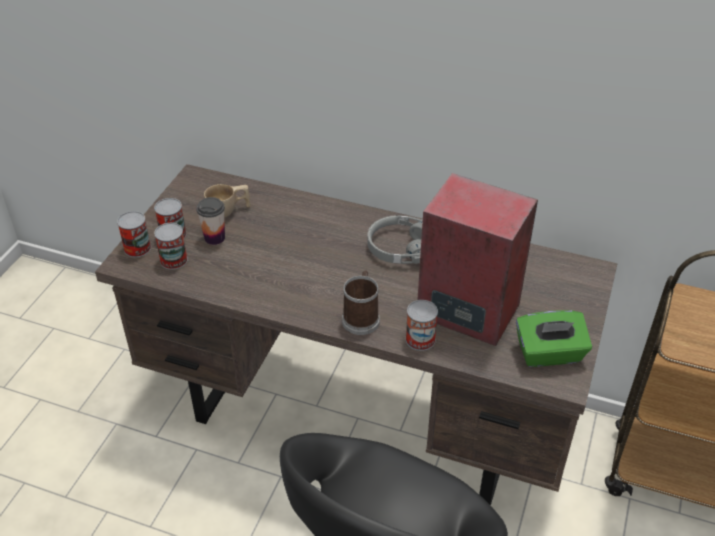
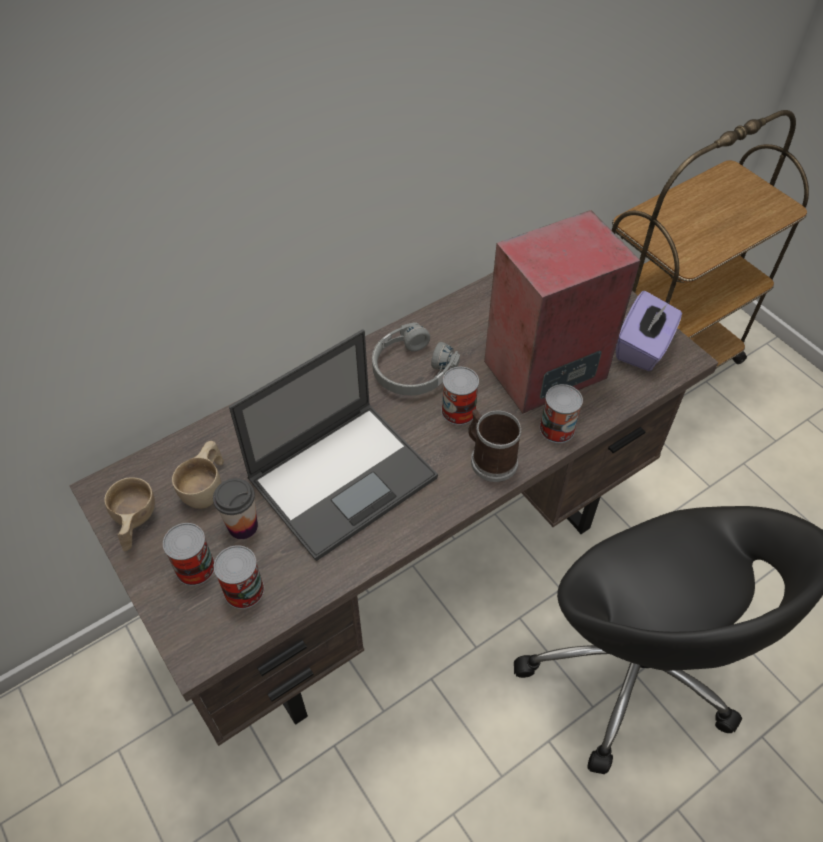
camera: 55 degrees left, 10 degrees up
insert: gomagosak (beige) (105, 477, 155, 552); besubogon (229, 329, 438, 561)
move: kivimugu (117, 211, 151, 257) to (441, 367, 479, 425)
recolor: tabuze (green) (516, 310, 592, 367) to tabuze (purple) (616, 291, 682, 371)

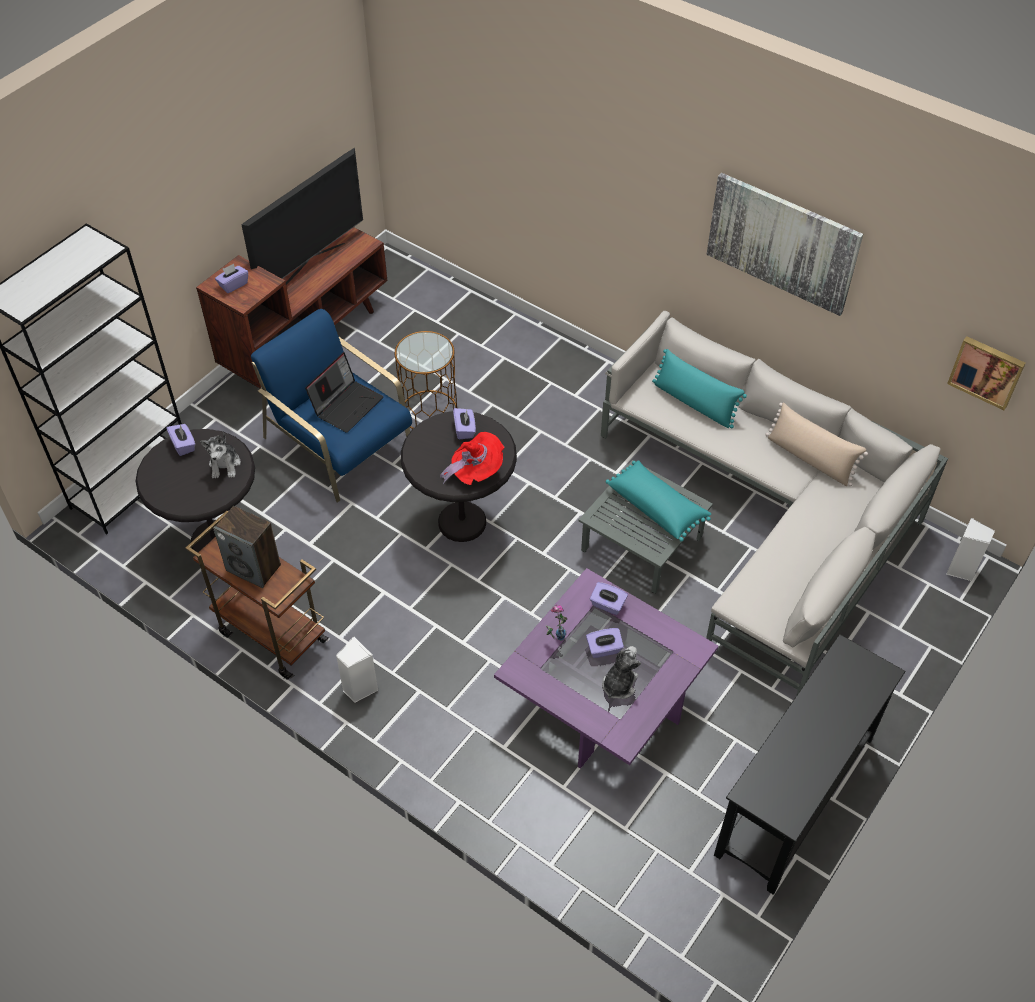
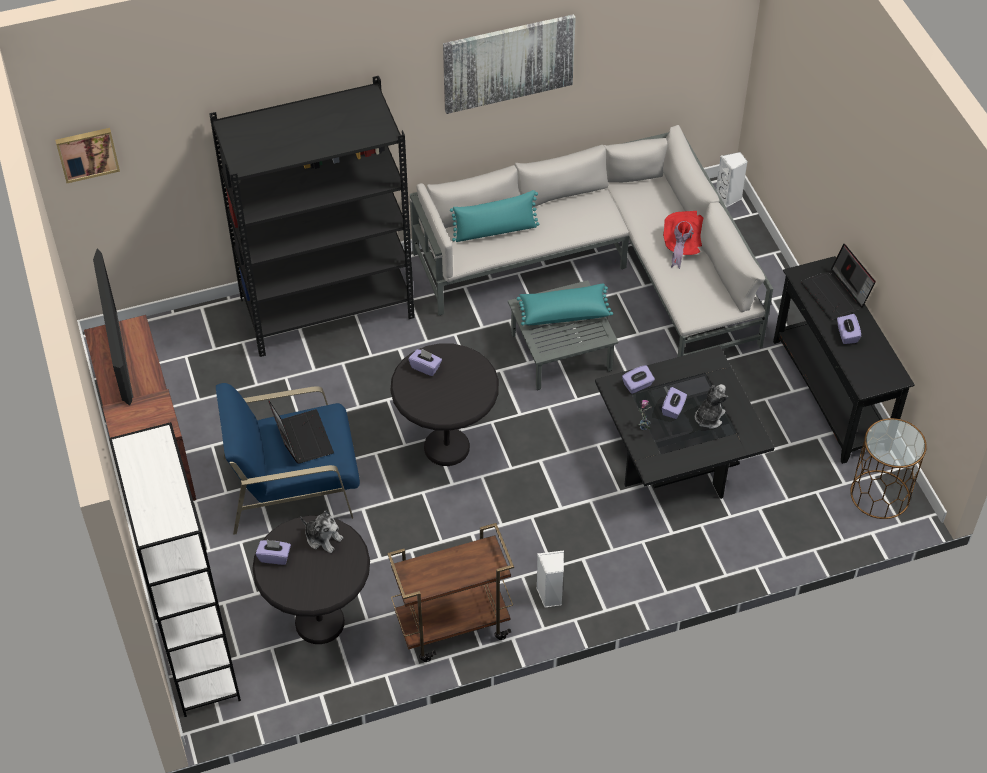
camera: 55 degrees left, 0 degrees up
delete: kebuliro (213, 506, 281, 588); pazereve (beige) (765, 402, 868, 486)
insert: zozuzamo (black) (209, 76, 415, 357); besubogon (801, 244, 876, 320)
move: tabuze (purple) (215, 263, 248, 293) to (837, 314, 861, 344); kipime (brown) (395, 331, 457, 429) to (850, 418, 927, 519); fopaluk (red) (440, 432, 505, 485) to (663, 211, 704, 269); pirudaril (947, 336, 1026, 410) to (55, 128, 120, 183)
recolor: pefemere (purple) (494, 568, 718, 769) to pefemere (black) (595, 346, 775, 499)
rotate: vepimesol (602, 646, 641, 699) = (695, 384, 728, 429) 60 degrees clockwise

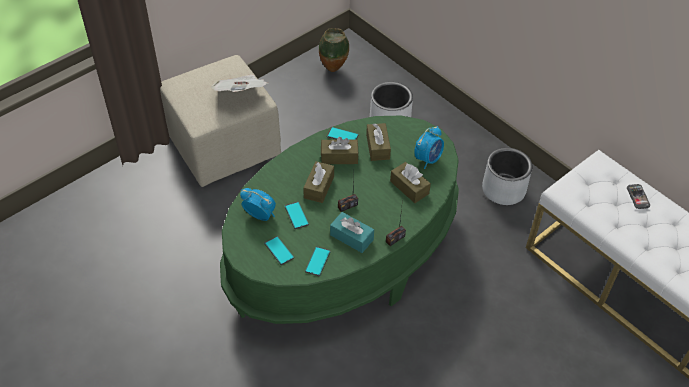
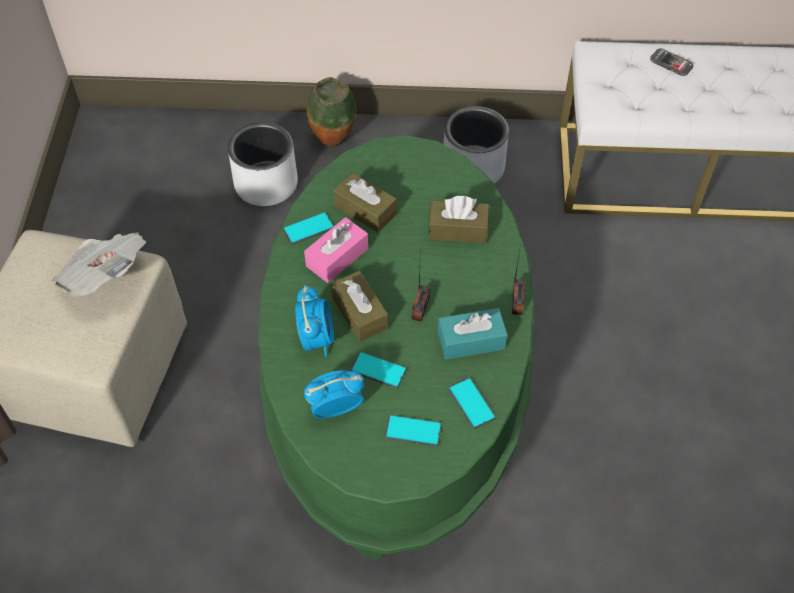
camera: 45 degrees left, 5 degrees up
move: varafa (319, 28, 349, 72) to (307, 77, 356, 147); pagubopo (414, 126, 444, 169) to (295, 285, 334, 357)
recolor: tabuze (brown) (321, 137, 359, 164) to tabuze (pink) (304, 217, 368, 283)

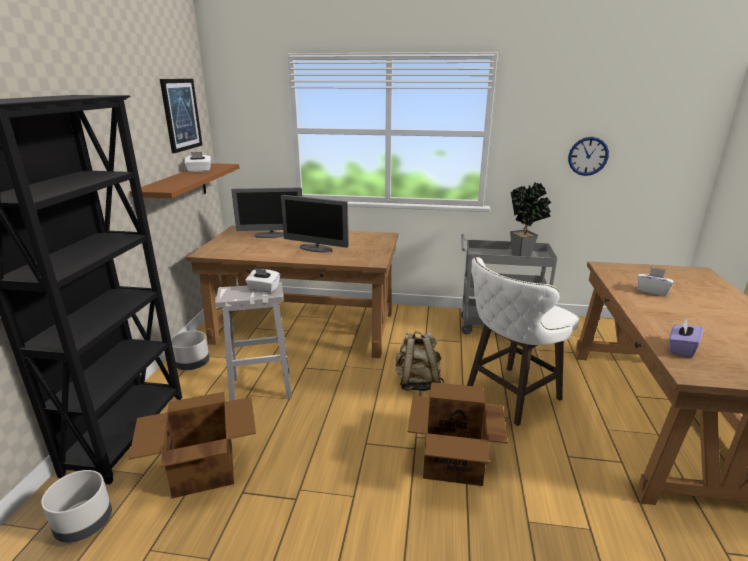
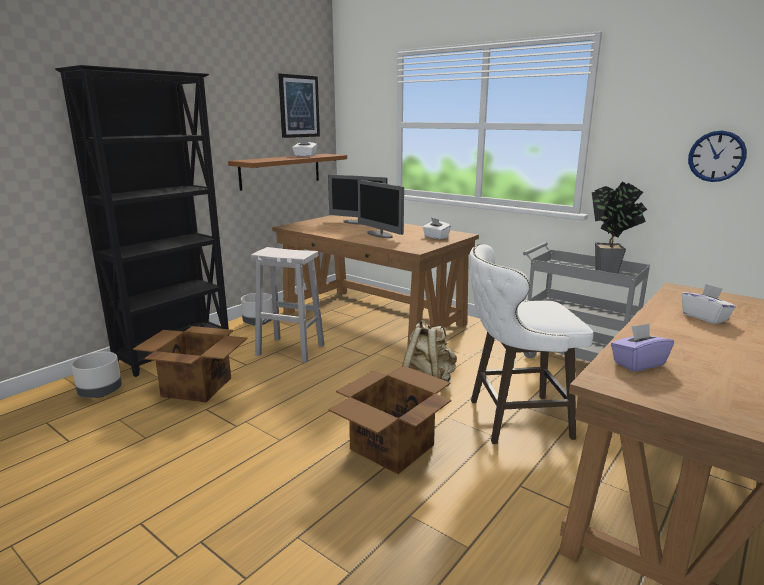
camera: 30 degrees right, 5 degrees down
move: tabuze (white) (245, 268, 280, 293) to (422, 218, 451, 239)

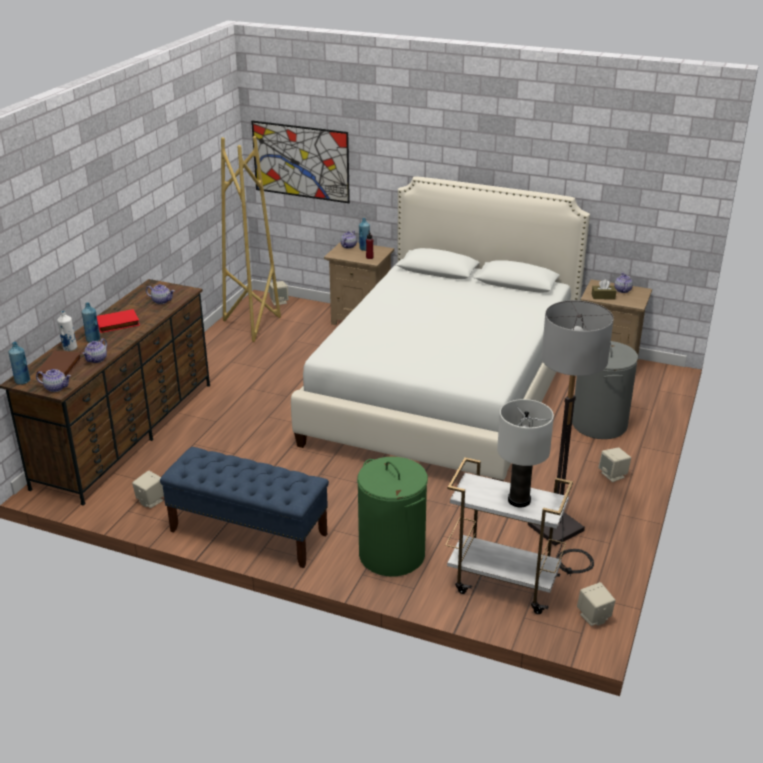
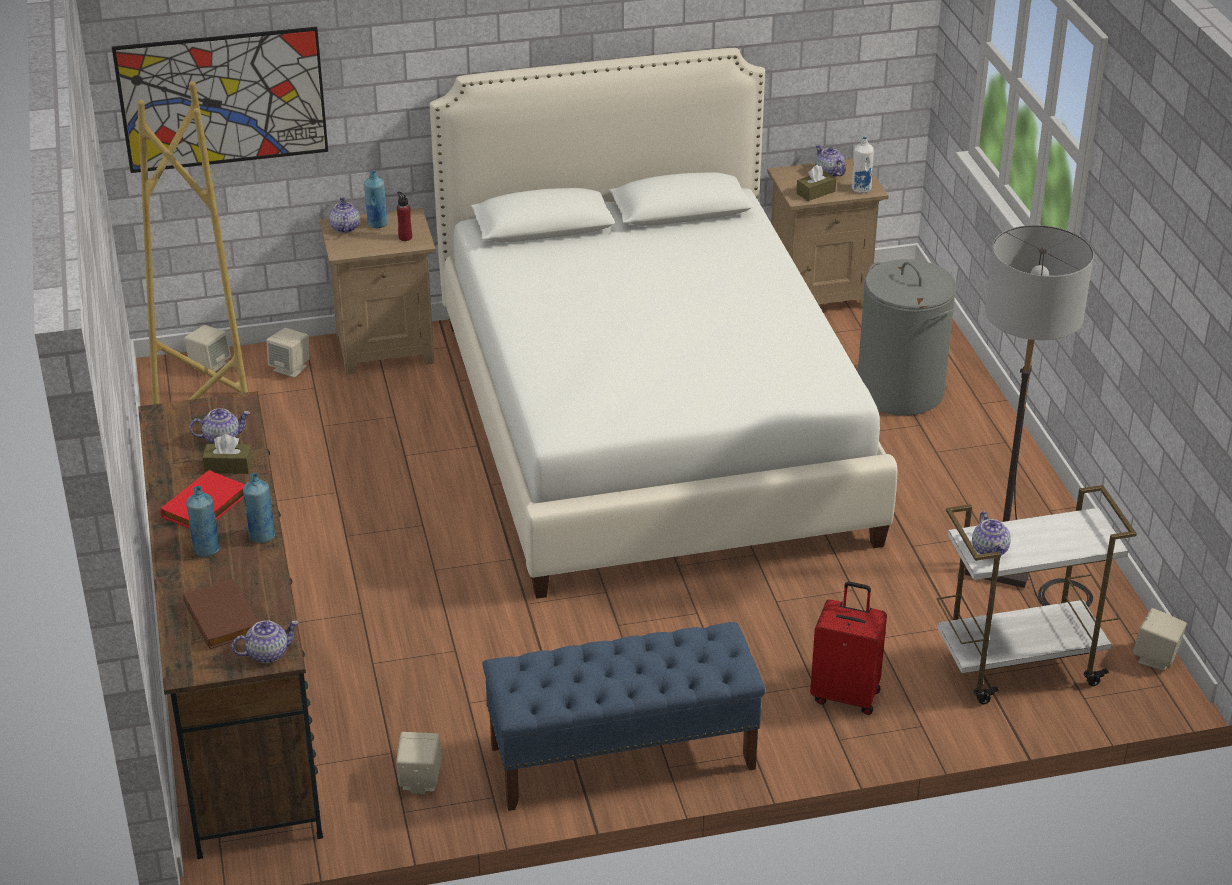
camera: 35 degrees left, 5 degrees up
delete: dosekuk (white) (497, 399, 554, 507)
insert: tabuze (brown) (202, 434, 253, 474)
move: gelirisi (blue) (9, 342, 30, 385) to (243, 473, 276, 543); gelirisi (white) (57, 311, 77, 351) to (852, 137, 874, 193); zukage (82, 338, 107, 363) to (972, 512, 1011, 557); kebuliro (beige) (598, 447, 631, 482) to (267, 328, 310, 378)
replace: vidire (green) (357, 457, 428, 576) to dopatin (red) (810, 581, 887, 715)

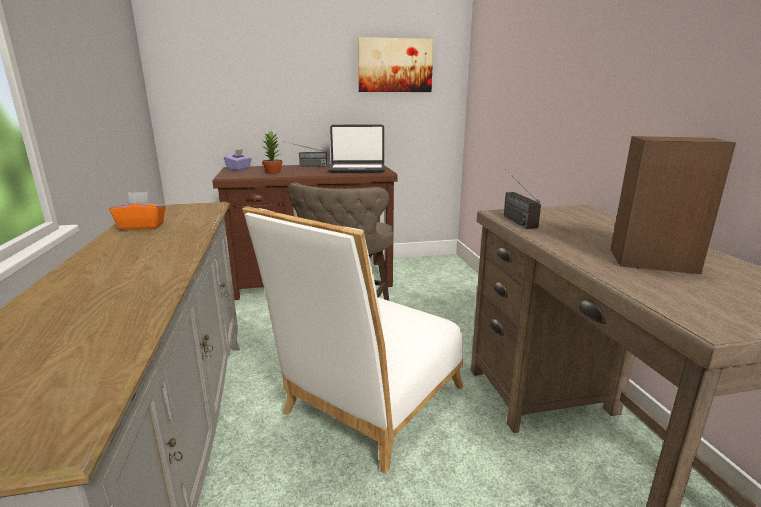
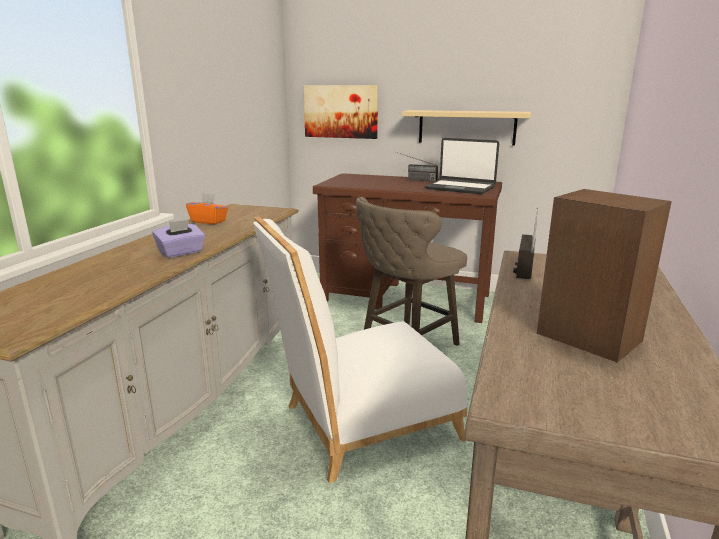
camera: 30 degrees right, 0 degrees up
delete: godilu (262, 132, 282, 174)
insert: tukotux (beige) (402, 110, 531, 146)
move: tabuze (purple) (224, 149, 252, 171) to (152, 219, 205, 258); pirudaril (358, 37, 433, 92) to (303, 85, 378, 139)

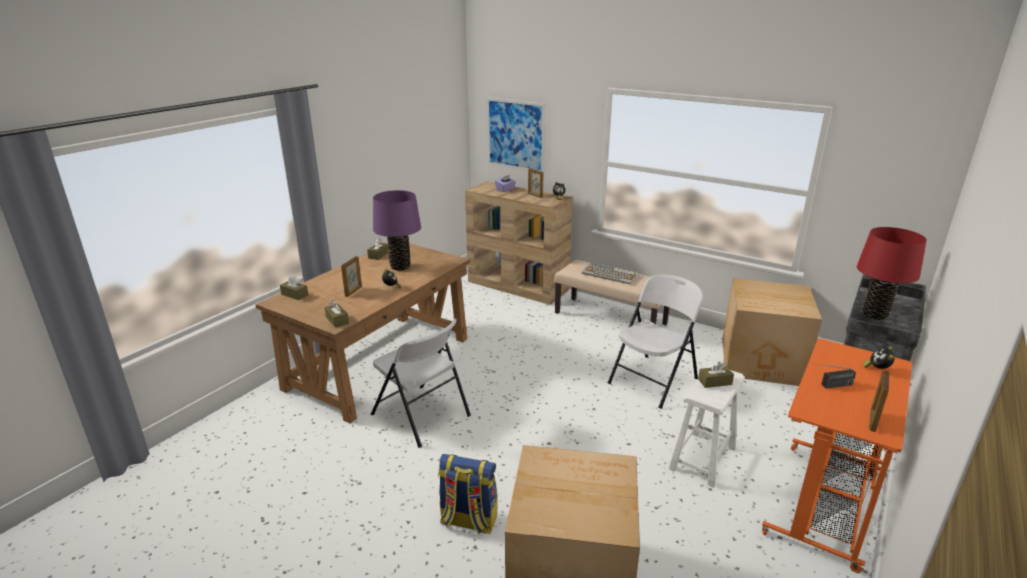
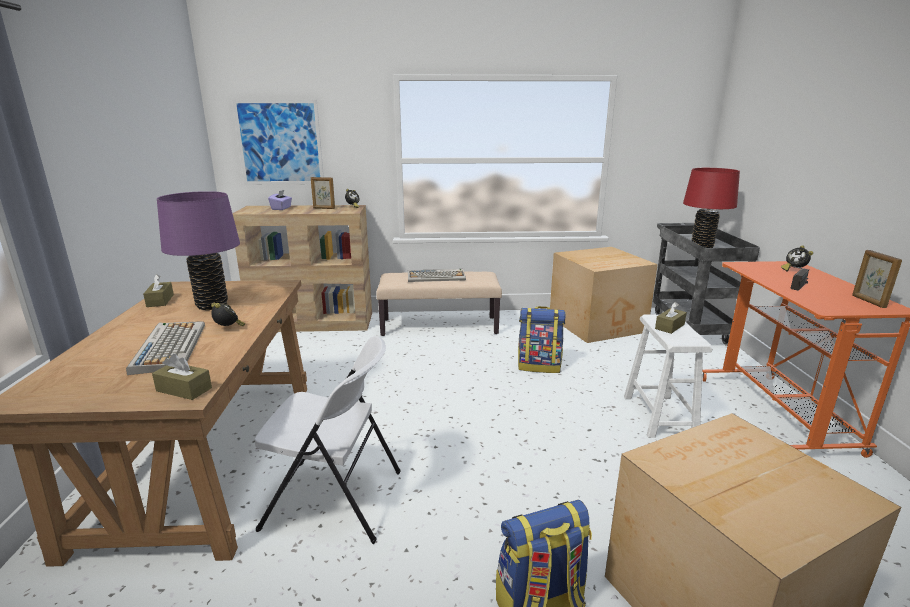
camera: 35 degrees left, 5 degrees down
delete: tabuze (brown) (280, 275, 309, 300)
replace: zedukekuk (341, 256, 362, 297) to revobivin (126, 321, 205, 375); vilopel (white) (607, 275, 703, 409) to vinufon (518, 306, 566, 373)

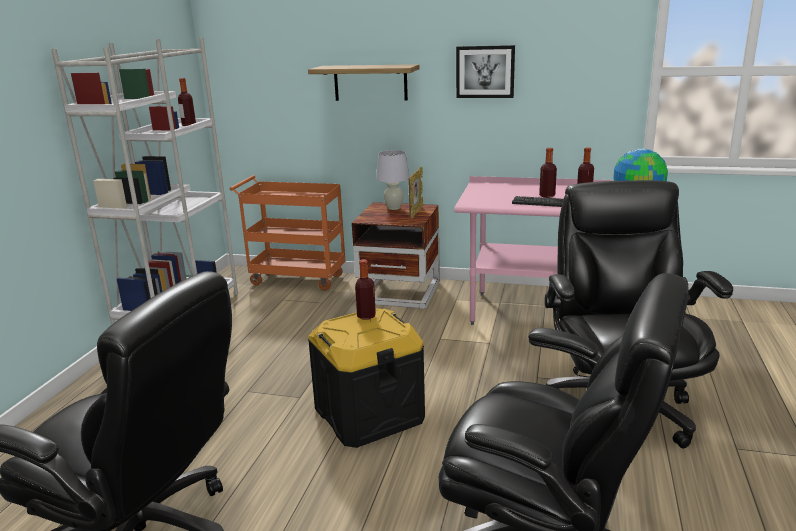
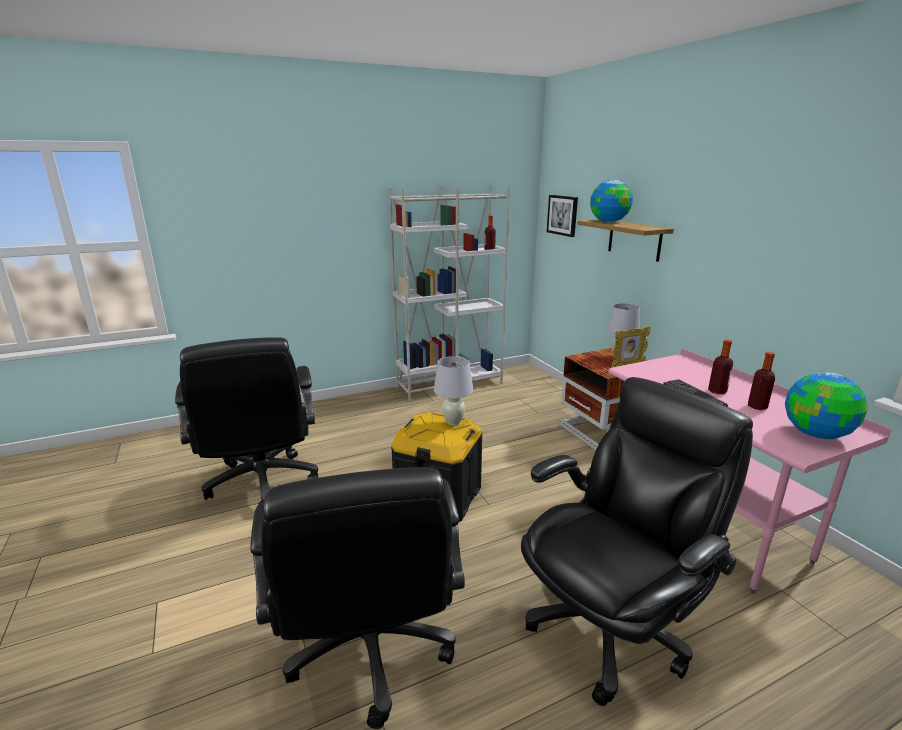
camera: 50 degrees right, 0 degrees up
delete: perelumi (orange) (229, 175, 345, 290)
insert: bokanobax (590, 180, 633, 223)
move: pirudaril (456, 45, 515, 98) to (547, 195, 578, 237)
replace: gelirisi (355, 259, 376, 319) to dosekuk (white) (434, 356, 473, 425)

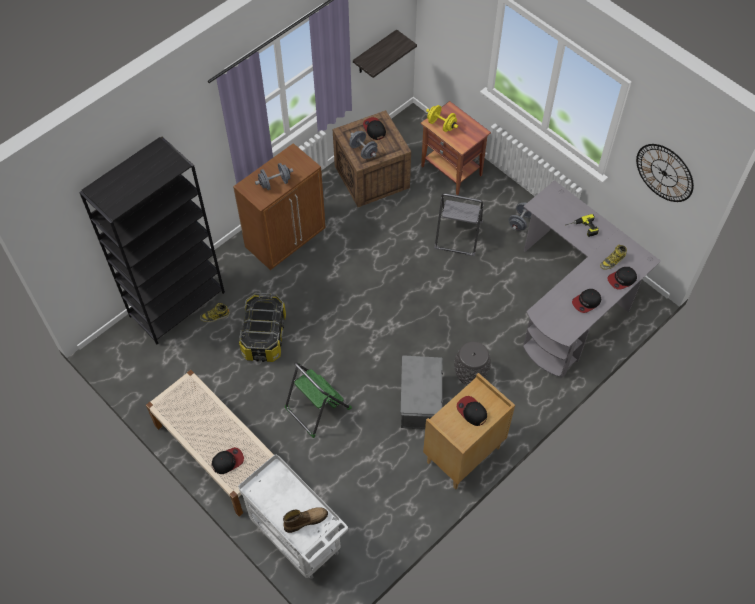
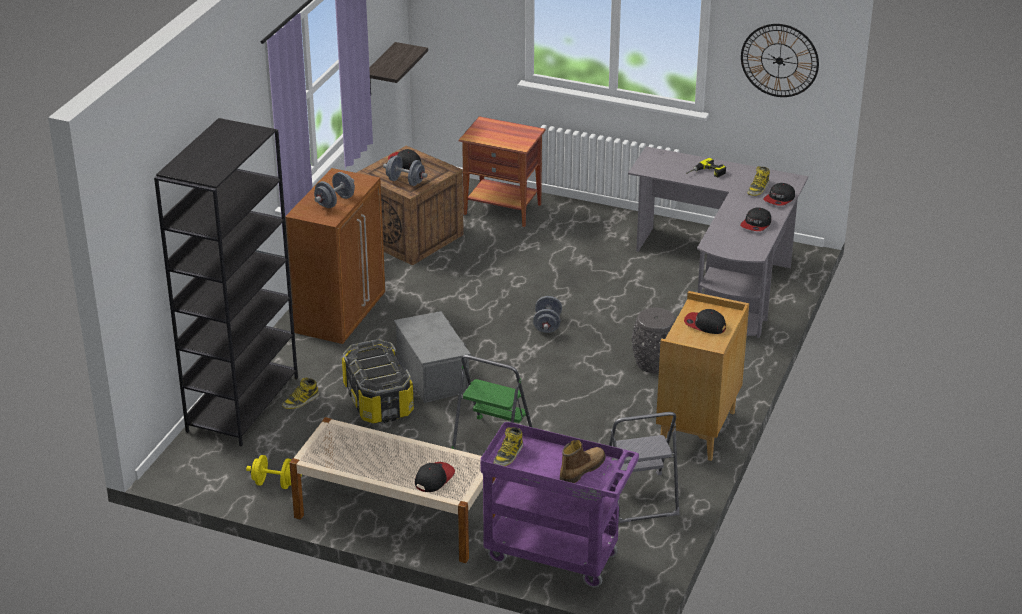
camera: 25 degrees left, 25 degrees down
insert: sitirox (493, 427, 523, 466)
move: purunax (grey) (400, 355, 443, 429) to (394, 311, 471, 403); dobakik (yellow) (426, 105, 458, 132) to (246, 455, 302, 489); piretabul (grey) (434, 193, 484, 256) to (609, 412, 679, 523); dobakik (grey) (508, 202, 532, 231) to (533, 296, 562, 333)
recolor: perelumi (white) (238, 455, 348, 579) to perelumi (purple) (480, 422, 639, 587)

